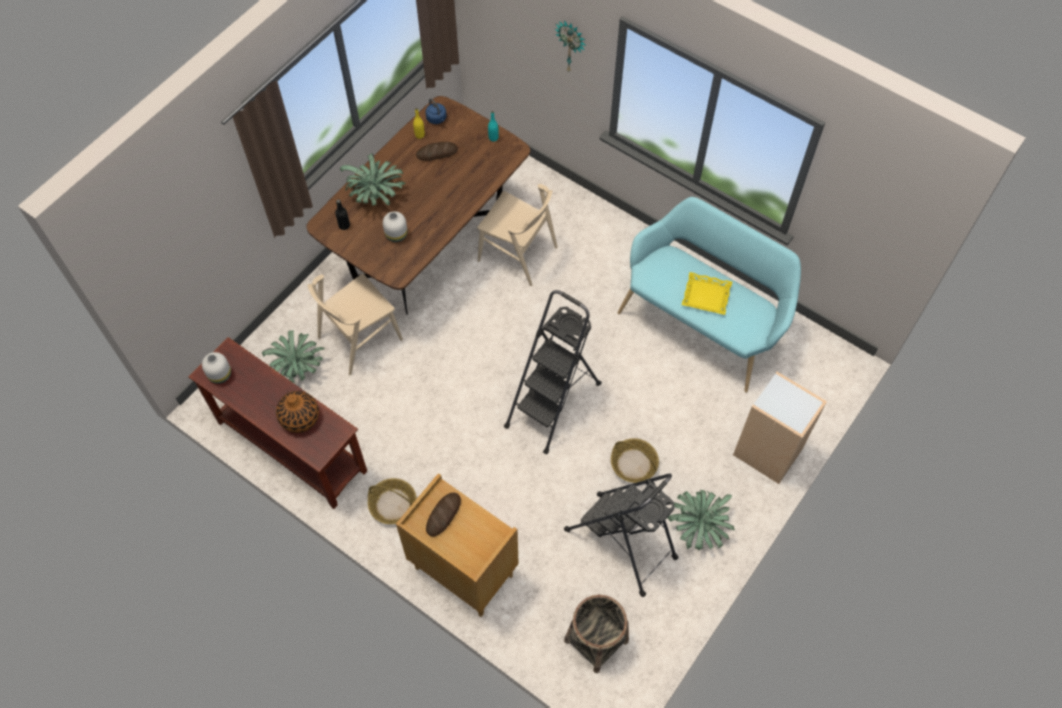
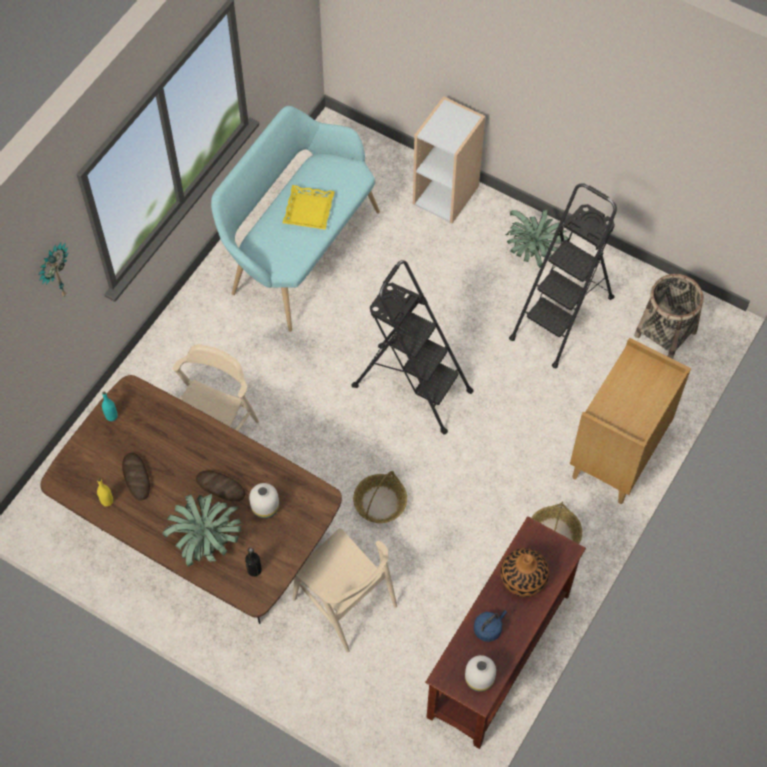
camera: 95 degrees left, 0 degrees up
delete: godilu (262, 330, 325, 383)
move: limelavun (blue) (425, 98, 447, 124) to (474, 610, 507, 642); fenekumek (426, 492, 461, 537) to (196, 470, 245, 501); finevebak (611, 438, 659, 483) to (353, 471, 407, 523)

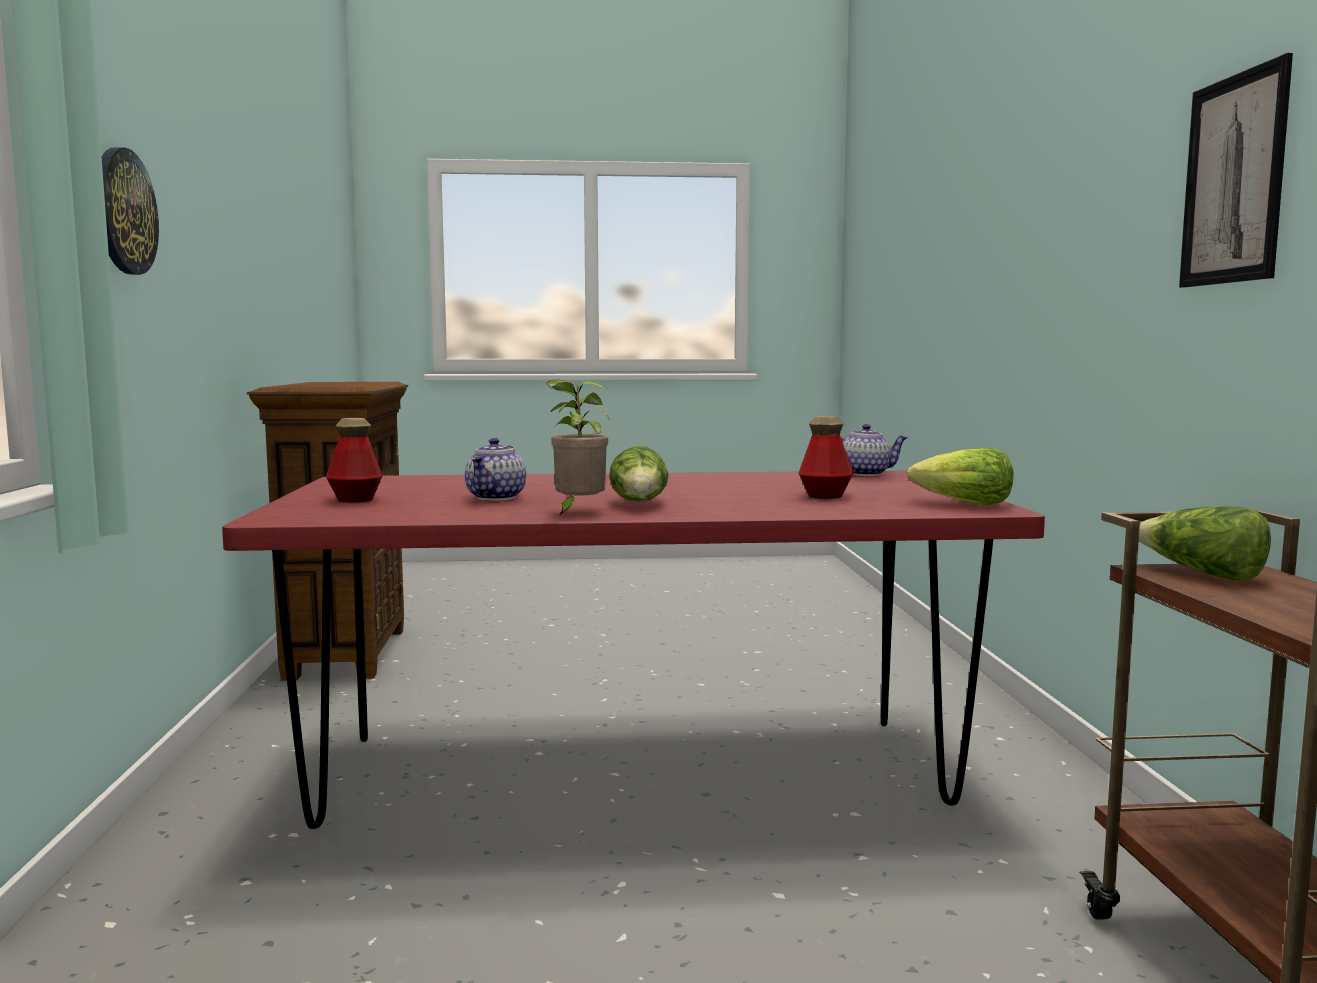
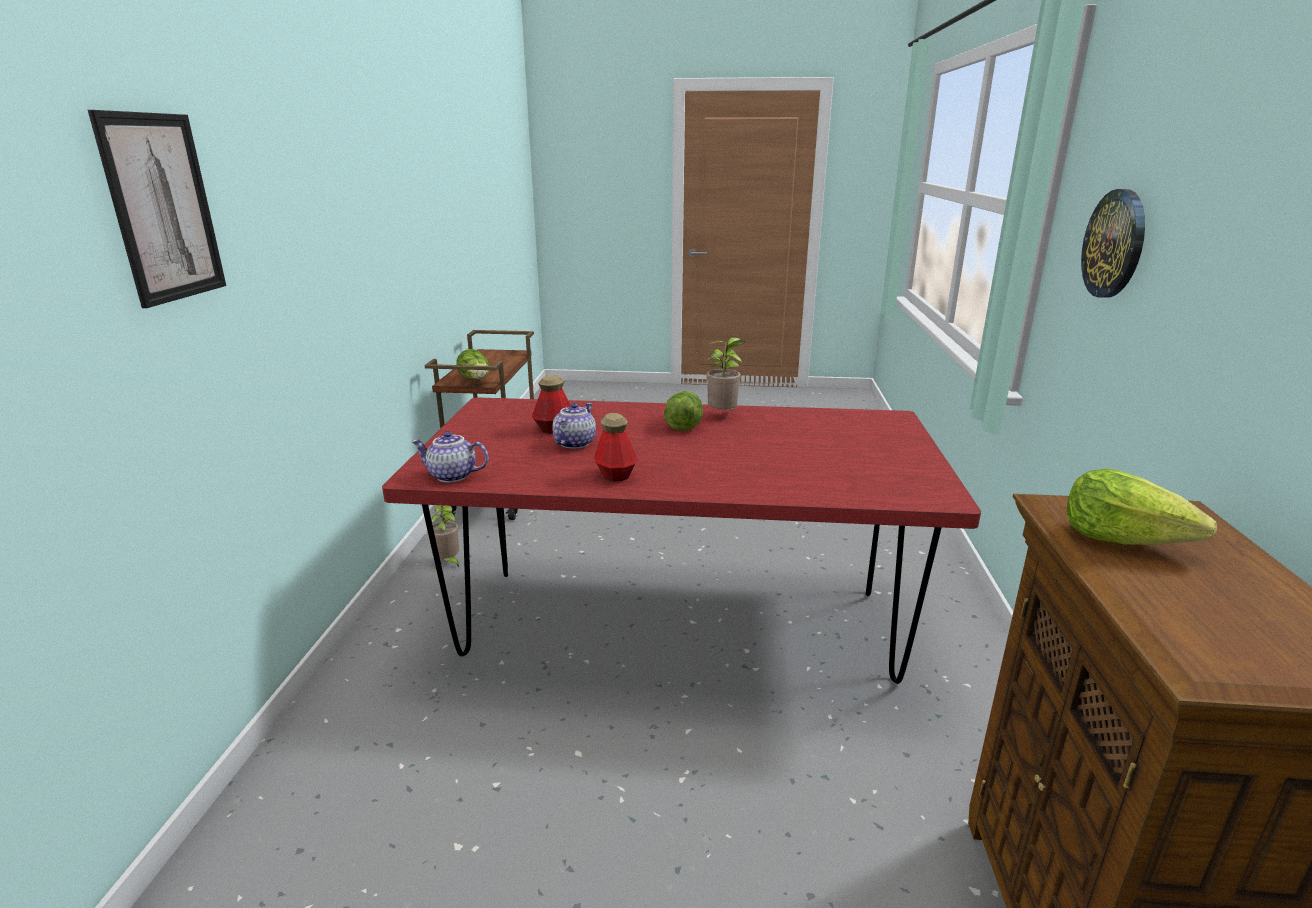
camera: 170 degrees left, 15 degrees up
insert: godilu (431, 505, 459, 568)
move: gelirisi (326, 418, 383, 503) to (594, 413, 637, 481); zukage (465, 438, 526, 501) to (552, 403, 596, 449); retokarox (907, 448, 1014, 505) to (1067, 468, 1217, 545); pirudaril (1179, 53, 1293, 288) to (88, 110, 226, 308)

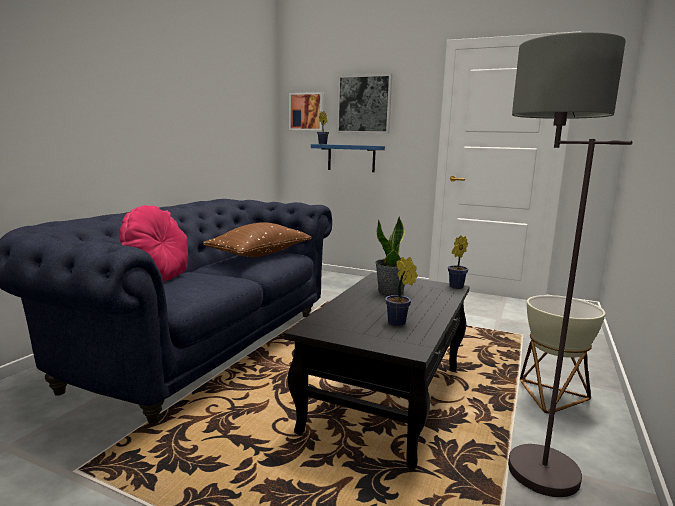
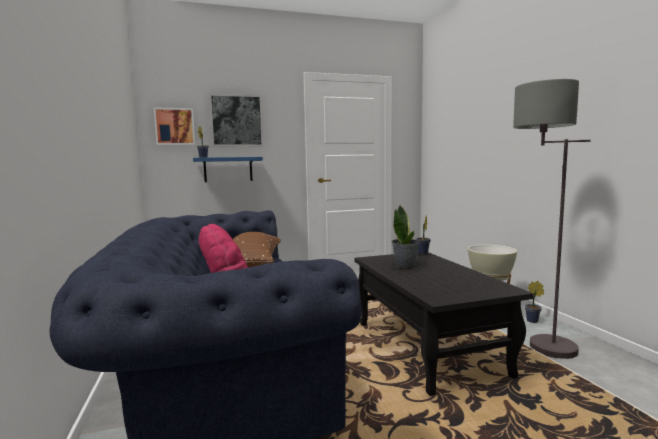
camera: 40 degrees left, 5 degrees down
move: godilu (385, 257, 418, 326) to (525, 281, 544, 323)

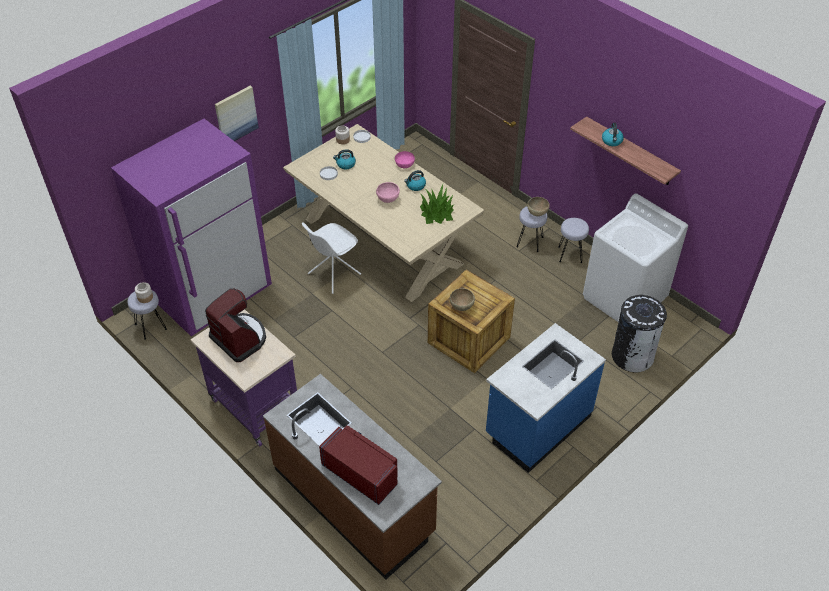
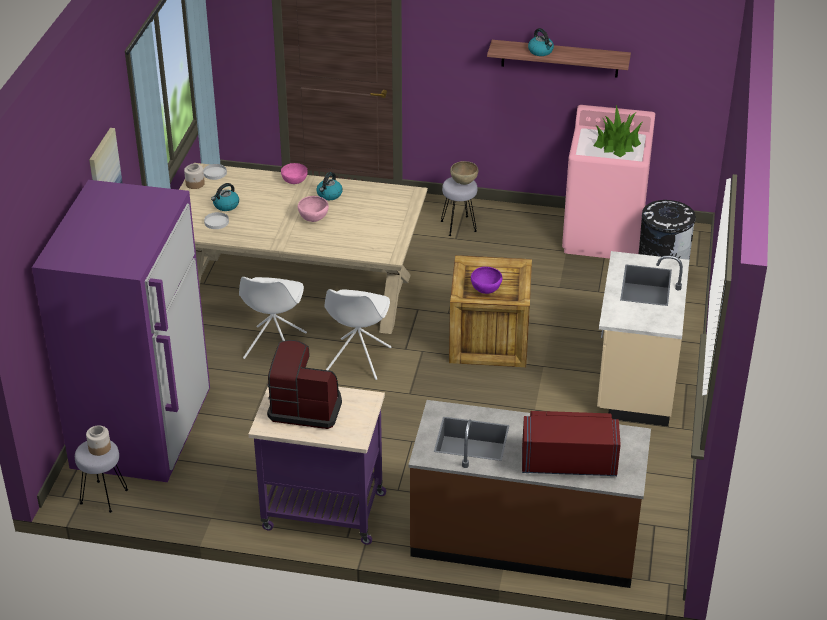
camera: 35 degrees left, 10 degrees down
delete: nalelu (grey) (558, 218, 589, 263)
insert: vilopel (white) (324, 289, 391, 380)
move: godilu (420, 185, 454, 224) to (594, 105, 642, 157)
recolor: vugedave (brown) (450, 288, 475, 311) to vugedave (purple) (471, 267, 502, 294); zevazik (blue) (486, 323, 606, 473) to zevazik (beige) (597, 251, 689, 427); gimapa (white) (583, 193, 688, 322) to gimapa (pink) (562, 105, 655, 258)

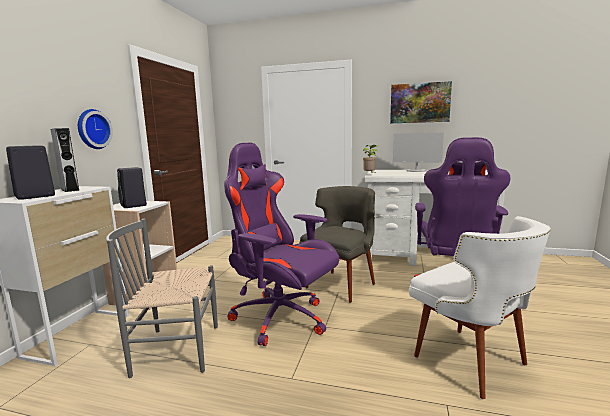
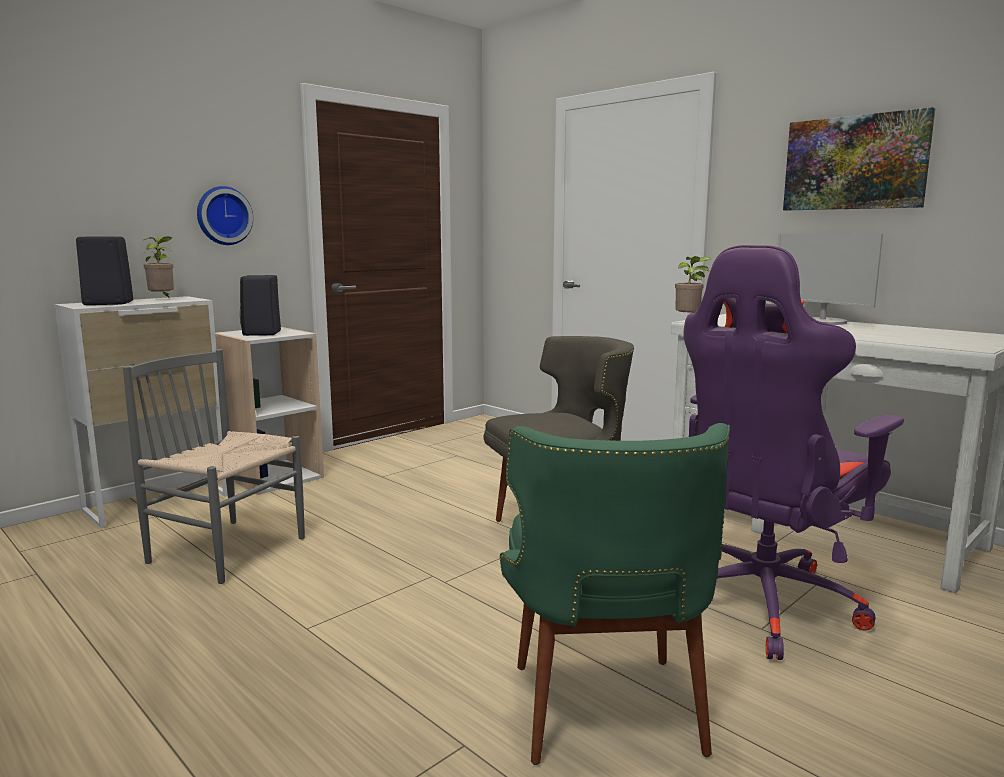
camera: 30 degrees right, 0 degrees up
delete: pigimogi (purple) (224, 143, 340, 346)
replace: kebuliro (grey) (51, 128, 80, 192) to godilu (144, 236, 174, 297)
recolor: vilopel (white) (409, 216, 551, 400) to vilopel (green) (500, 423, 730, 765)

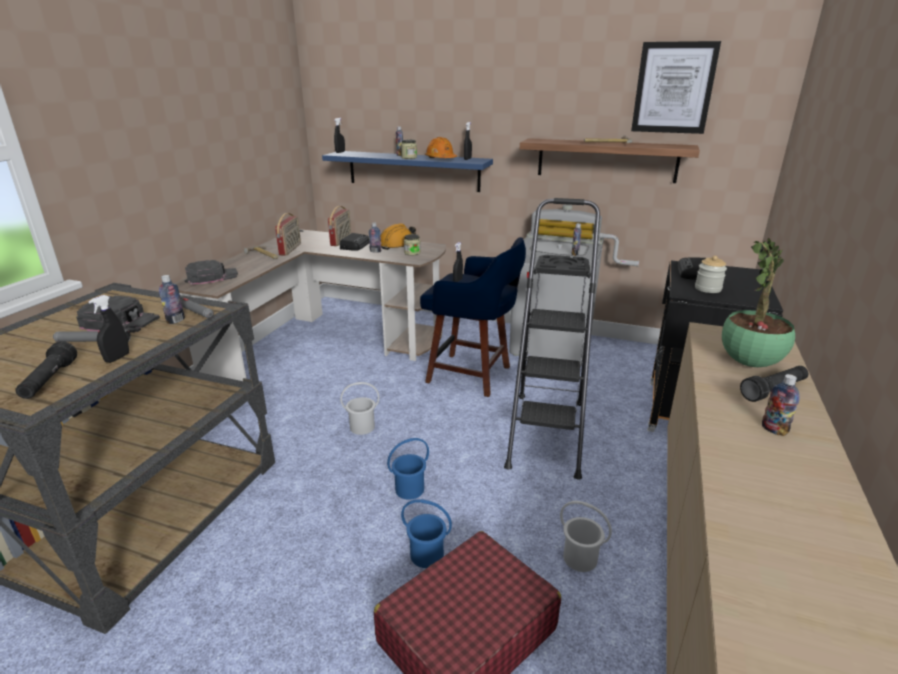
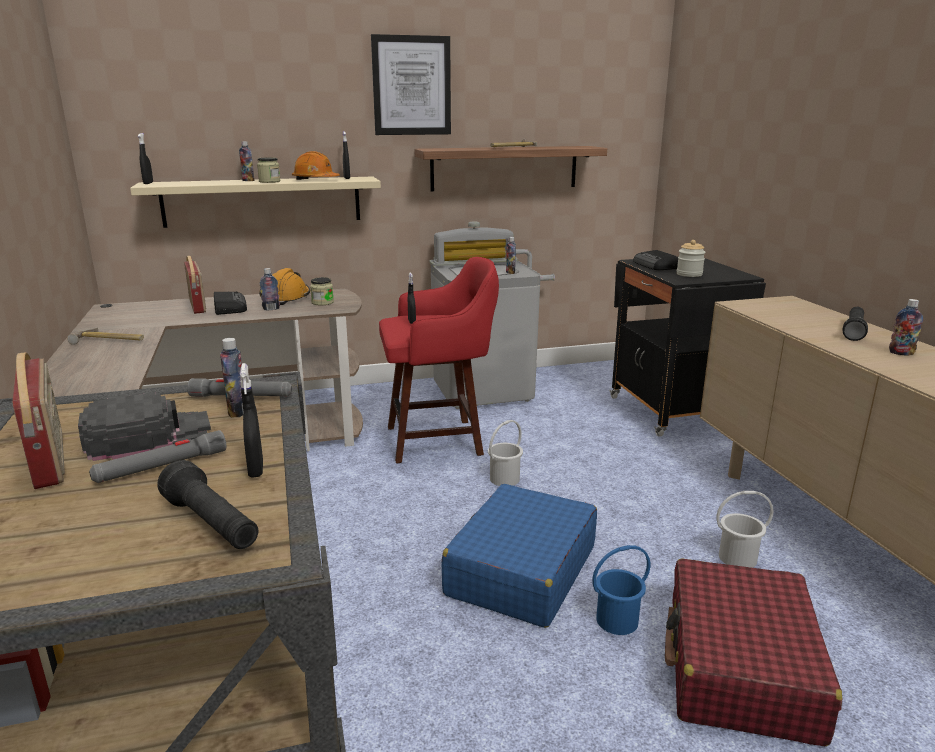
camera: 35 degrees left, 5 degrees down
delete: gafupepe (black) (185, 260, 238, 285); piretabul (504, 198, 600, 480); godilu (722, 238, 795, 367)
move: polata (275, 213, 301, 256) to (12, 352, 65, 489); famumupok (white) (340, 382, 379, 435) to (488, 420, 523, 486); pirudaril (631, 41, 721, 134) to (371, 34, 451, 135)
replace: famumupok (blue) (387, 438, 429, 500) to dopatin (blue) (442, 484, 597, 628)
recolor: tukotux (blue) (322, 151, 493, 192) to tukotux (beige) (130, 177, 381, 228); nalelu (blue) (420, 237, 526, 397) to nalelu (red) (379, 257, 499, 463)

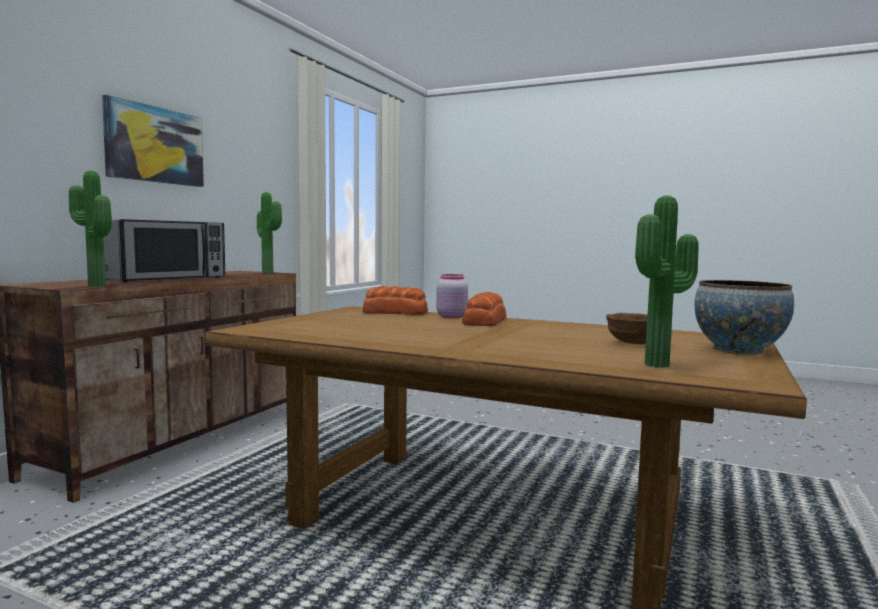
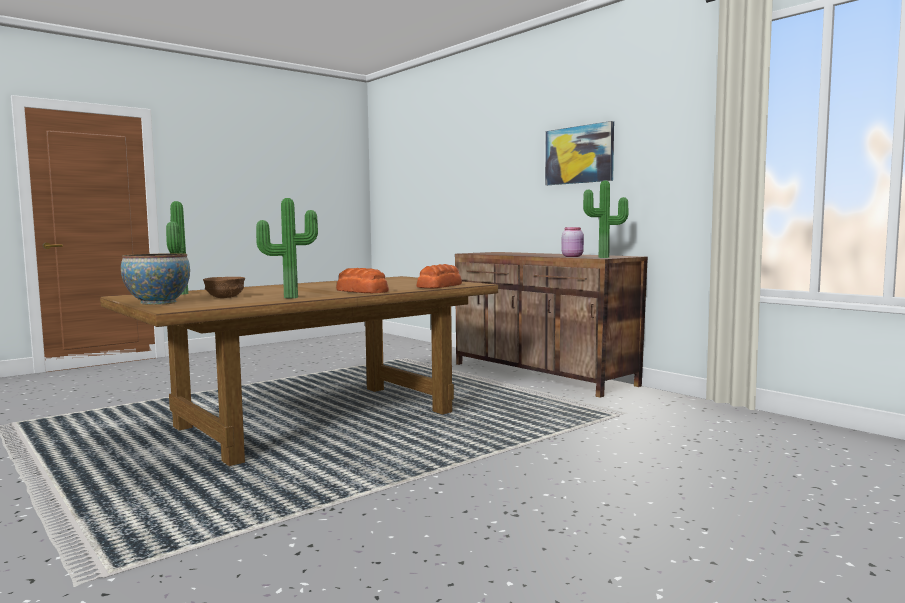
camera: 115 degrees right, 0 degrees up
delete: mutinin (103, 219, 225, 282)
move: godilu (69, 170, 112, 287) to (256, 198, 318, 298); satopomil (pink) (436, 274, 468, 318) to (562, 227, 584, 257)

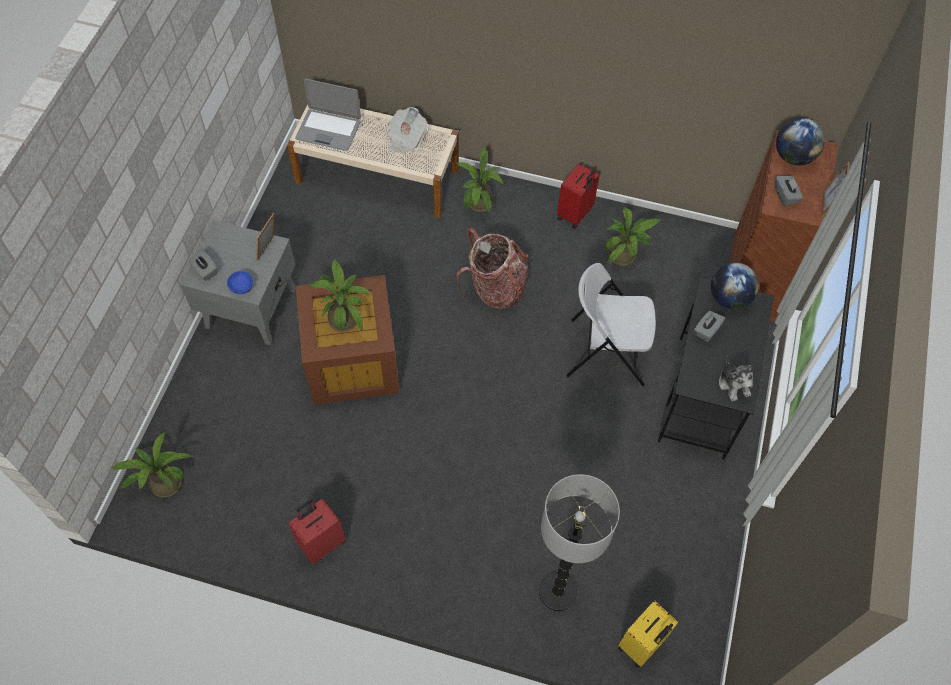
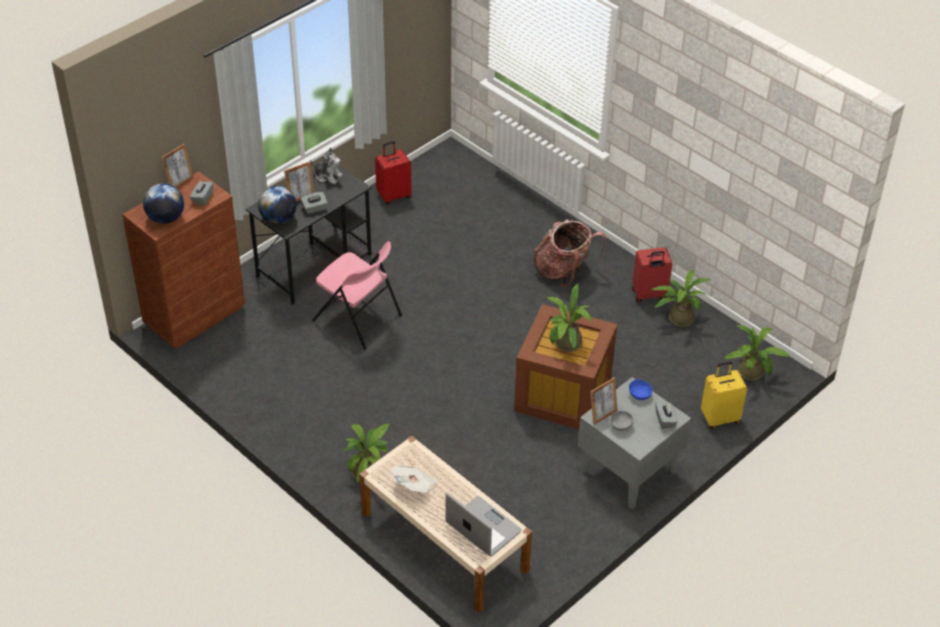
camera: 150 degrees left, 15 degrees down
delete: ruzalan (539, 474, 620, 611)
insert: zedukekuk (284, 162, 315, 202); vugedave (grey) (610, 411, 634, 431)
move: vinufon (456, 228, 529, 309) to (534, 219, 606, 287); dopatin (red) (557, 164, 600, 229) to (375, 141, 411, 205); godilu (605, 207, 661, 266) to (651, 270, 710, 327); dopatin (yellow) (618, 601, 678, 668) to (701, 361, 747, 429)
recolor: vilopel (white) (566, 263, 656, 386) to vilopel (pink) (312, 241, 402, 350)
rotate: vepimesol (719, 355, 753, 402) = (310, 148, 343, 184) 105 degrees clockwise

